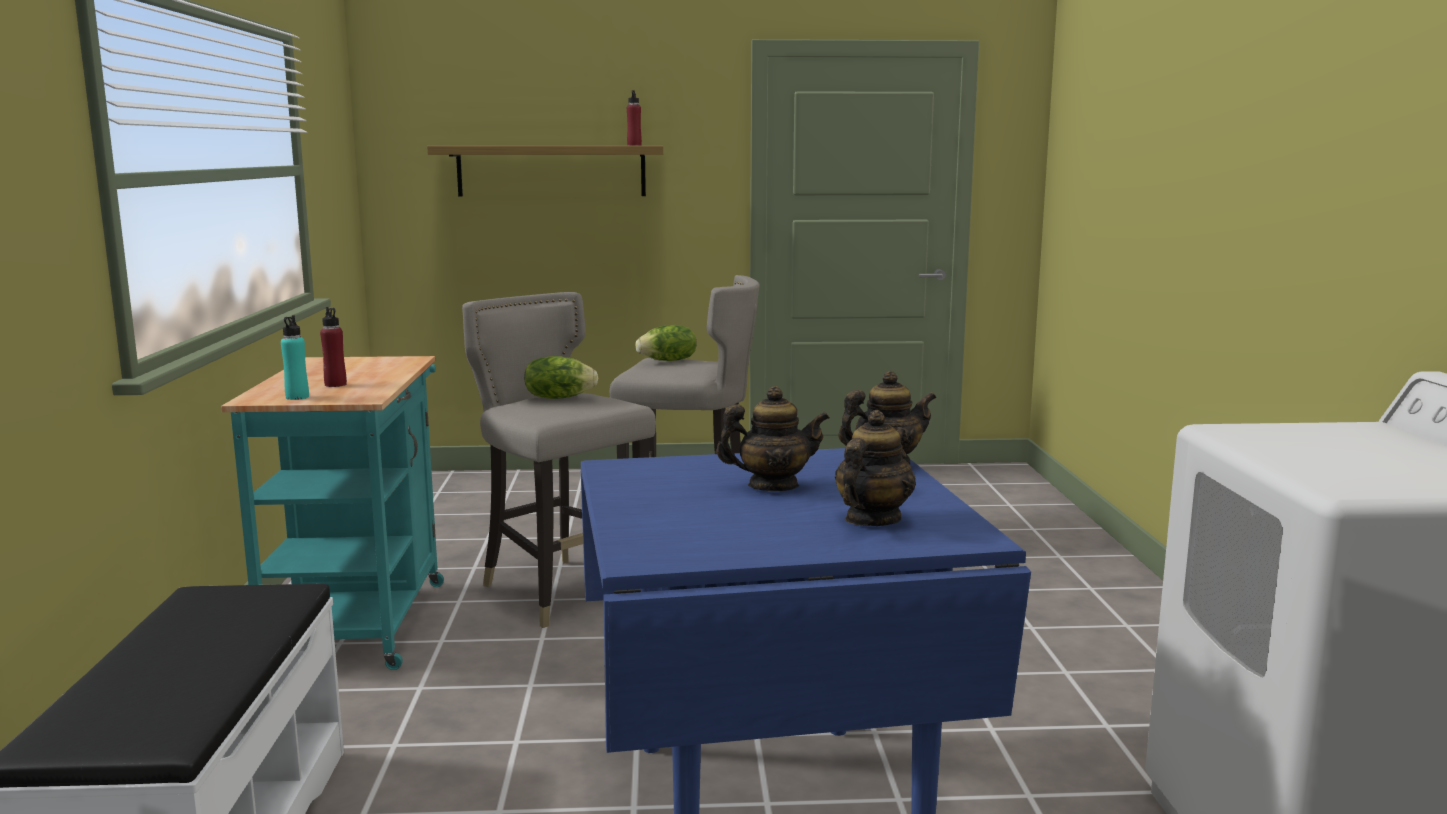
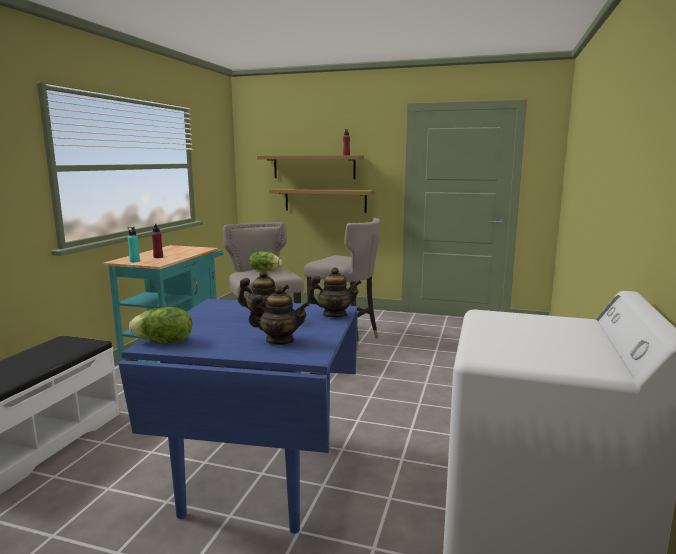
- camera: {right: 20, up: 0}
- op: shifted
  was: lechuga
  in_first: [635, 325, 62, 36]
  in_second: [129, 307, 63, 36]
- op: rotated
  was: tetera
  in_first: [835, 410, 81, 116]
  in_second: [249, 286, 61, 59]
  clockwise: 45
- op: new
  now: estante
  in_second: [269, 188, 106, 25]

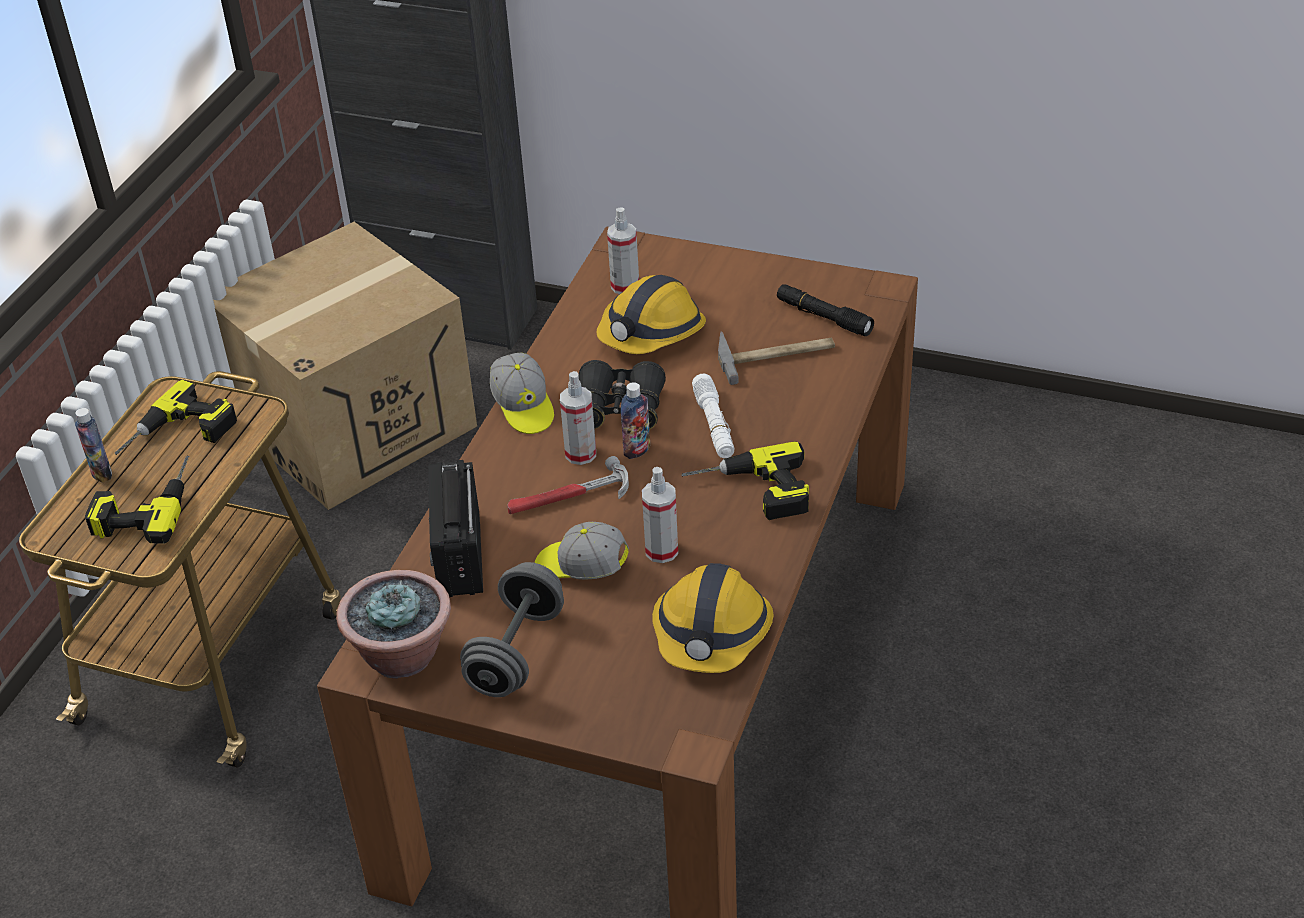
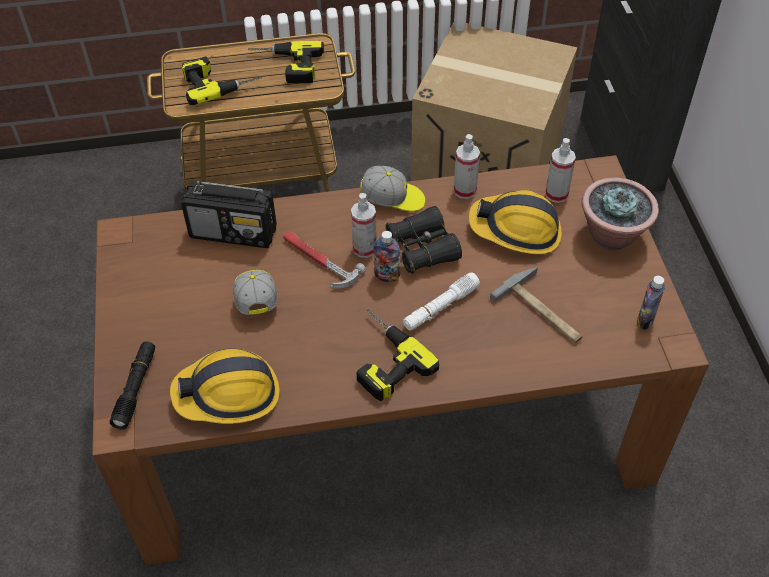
- camera: {right: 60, up: 10}
- op: shifted
  was: botella
  in_first: [75, 408, 37, 75]
  in_second: [637, 276, 28, 54]
- op: shifted
  was: planta en maceta
  in_first: [336, 570, 115, 109]
  in_second: [582, 177, 77, 73]
- op: rotated
  was: radio
  in_first: [428, 460, 55, 137]
  in_second: [181, 180, 96, 68]
  clockwise: -135
- op: gone
  was: mancuerna [gris]
  in_first: [460, 562, 104, 135]
- op: rotated
  was: gorra
  in_first: [490, 353, 64, 81]
  in_second: [360, 166, 65, 46]
  clockwise: -120
- op: shifted
  was: pulverizador
  in_first: [642, 467, 36, 96]
  in_second: [454, 134, 26, 65]
- op: shifted
  was: linterna [negro]
  in_first: [777, 284, 97, 52]
  in_second: [110, 341, 45, 89]

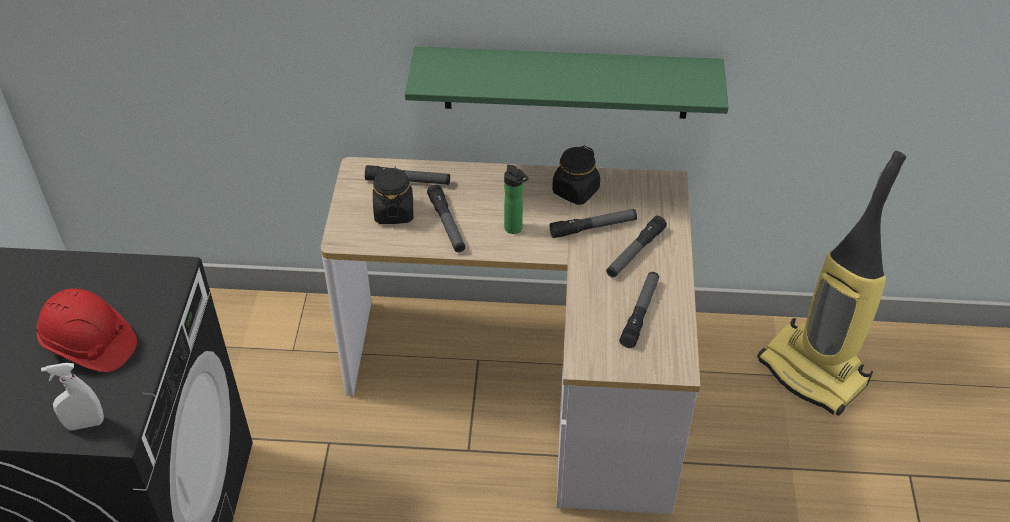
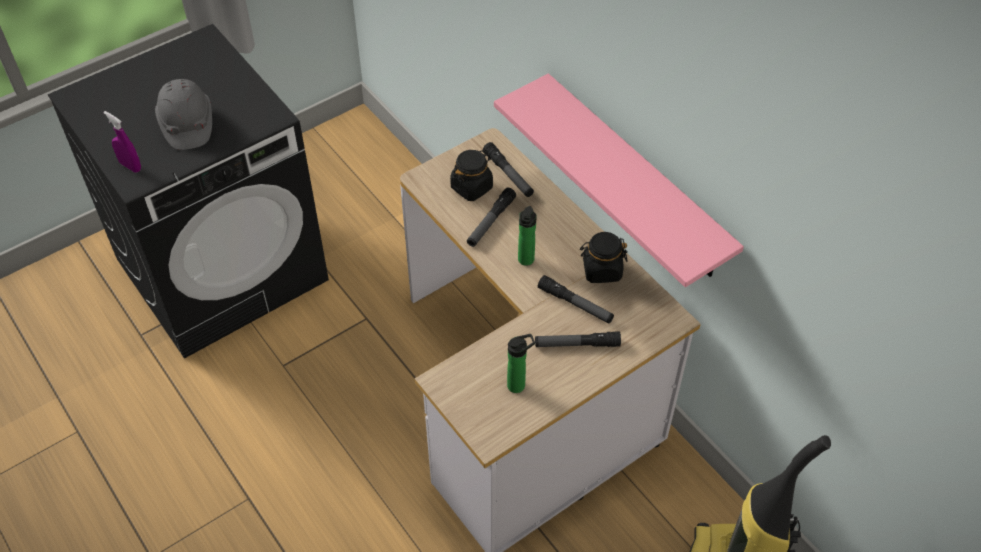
- camera: {right: 50, up: 5}
- op: repainted
  was: casco [rojo]
  now: casco [gris]
  in_first: [36, 288, 101, 84]
  in_second: [155, 79, 57, 71]
- op: repainted
  was: pulverizador [blanco]
  now: pulverizador [morado]
  in_first: [41, 363, 63, 67]
  in_second: [104, 111, 37, 62]
- op: repainted
  was: estante [verde]
  now: estante [rosa]
  in_first: [405, 47, 324, 72]
  in_second: [494, 74, 250, 213]
- op: swapped
  was: linterna
  now: botella
  in_first: [619, 272, 40, 76]
  in_second: [507, 334, 28, 59]

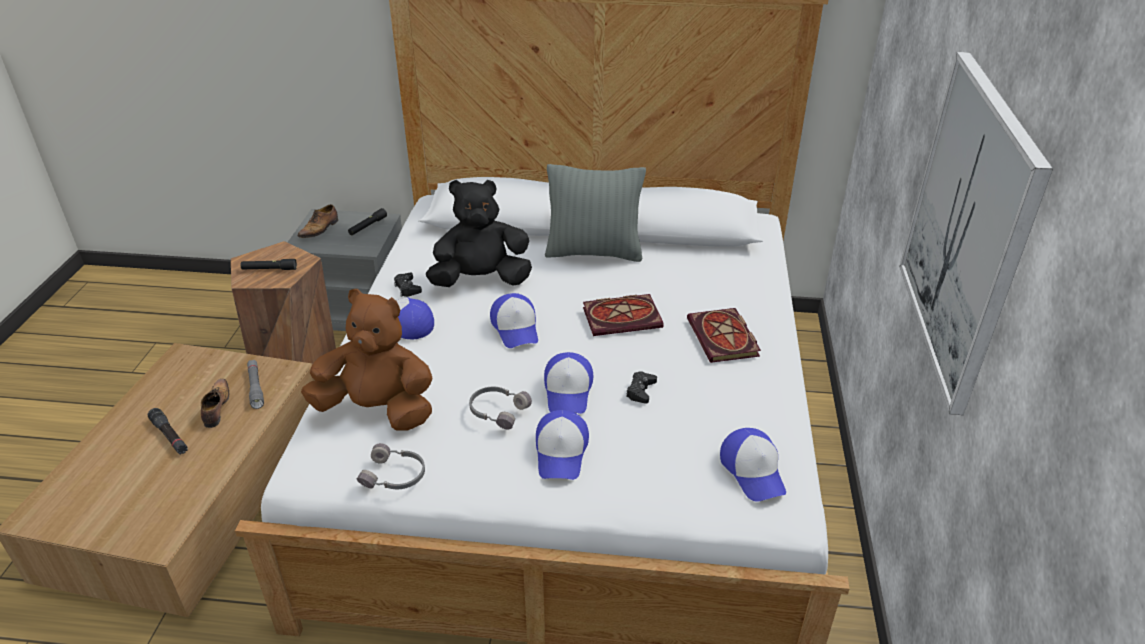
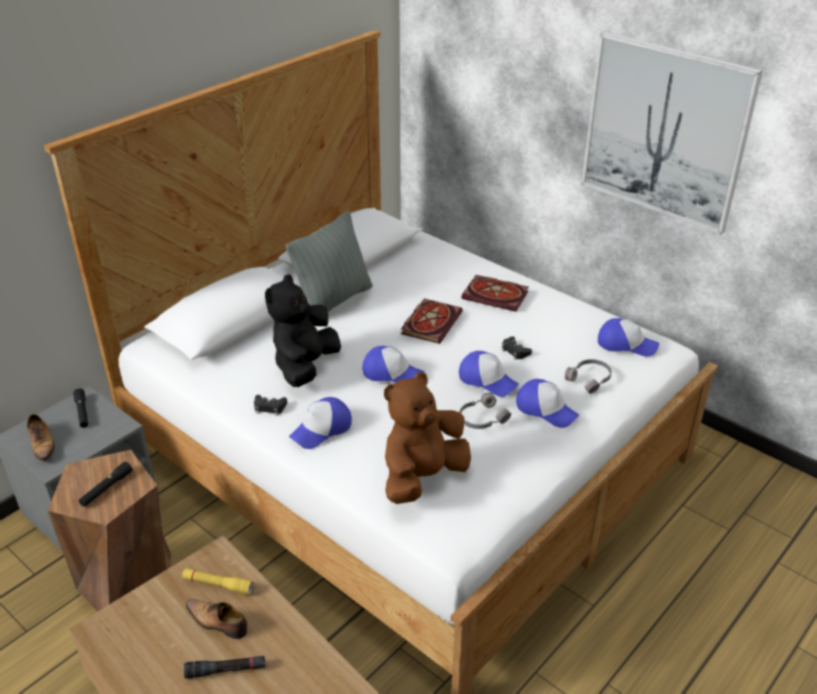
- camera: {right: -55, up: 0}
- op: repainted
  was: linterna [gris]
  now: linterna [amarillo]
  in_first: [247, 360, 17, 49]
  in_second: [182, 568, 71, 27]
- op: shifted
  was: auriculares [gris]
  in_first: [357, 443, 68, 46]
  in_second: [565, 359, 47, 35]

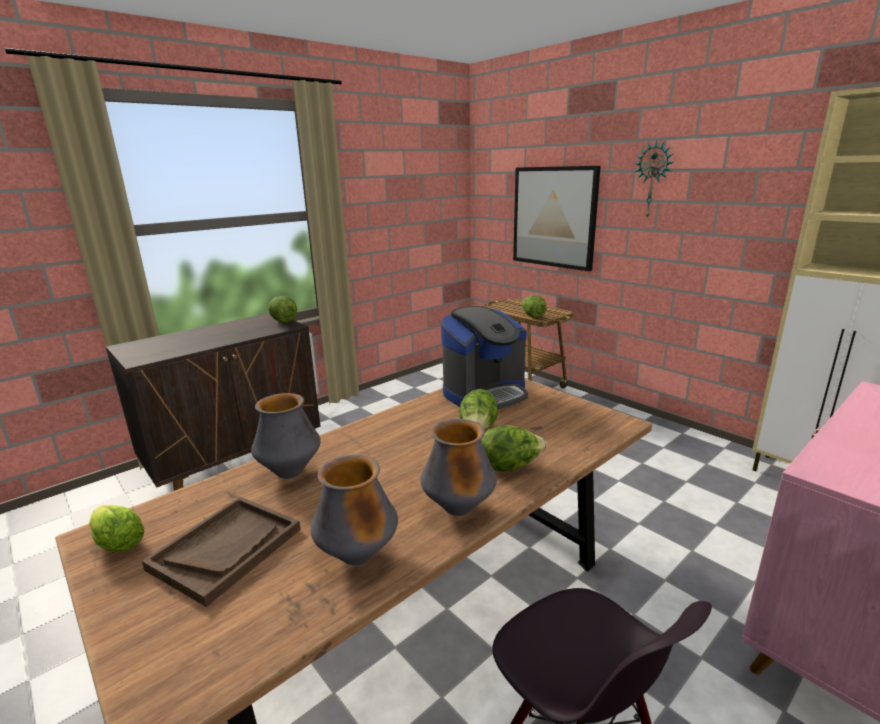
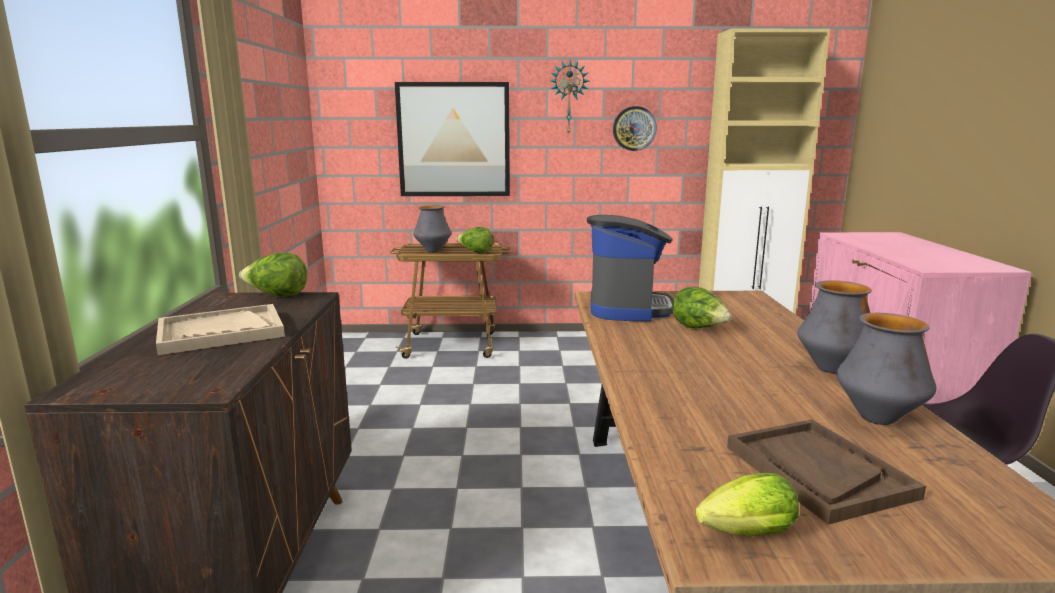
- camera: {right: -50, up: -5}
- op: shifted
  was: florero
  in_first: [251, 393, 70, 86]
  in_second: [413, 205, 38, 48]
- op: gone
  was: lechuga
  in_first: [482, 425, 65, 47]
- op: new
  now: bandeja [beis]
  in_second: [156, 304, 129, 51]
- op: new
  now: reloj de pared
  in_second: [613, 106, 44, 45]

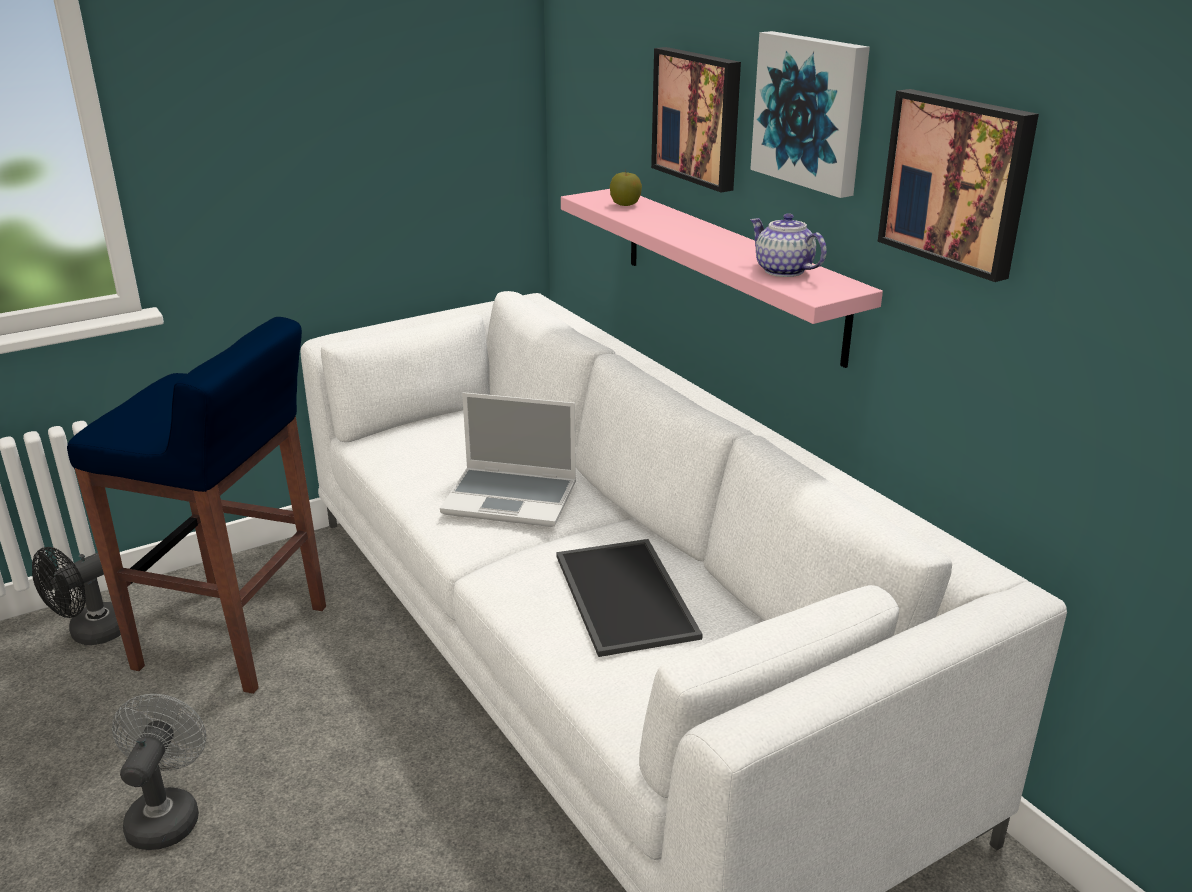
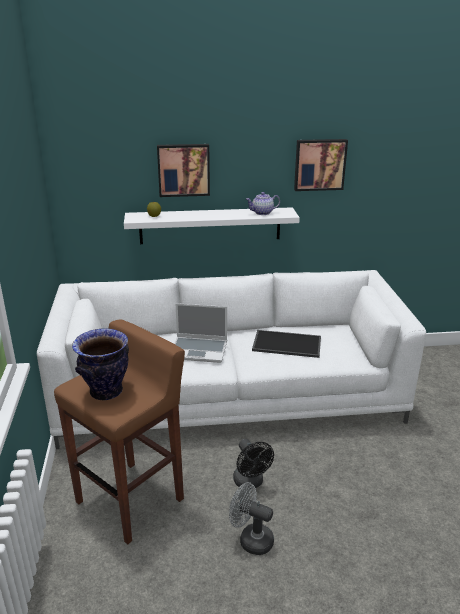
- camera: {right: -65, up: 0}
- op: shifted
  was: ventilador [negro]
  in_first: [32, 547, 89, 98]
  in_second: [233, 439, 41, 50]
- op: repainted
  was: taburete [azul]
  now: taburete [marrón]
  in_first: [67, 317, 259, 377]
  in_second: [54, 320, 131, 224]
- op: rotated
  was: portátil
  in_first: [440, 392, 136, 135]
  in_second: [174, 303, 53, 60]
  clockwise: 60
- op: repainted
  was: estante [rosa]
  now: estante [blanco]
  in_first: [561, 189, 322, 179]
  in_second: [124, 207, 176, 37]
- op: gone
  was: cuadro
  in_first: [750, 31, 120, 167]
- op: new
  now: florero
  in_second: [72, 328, 57, 72]

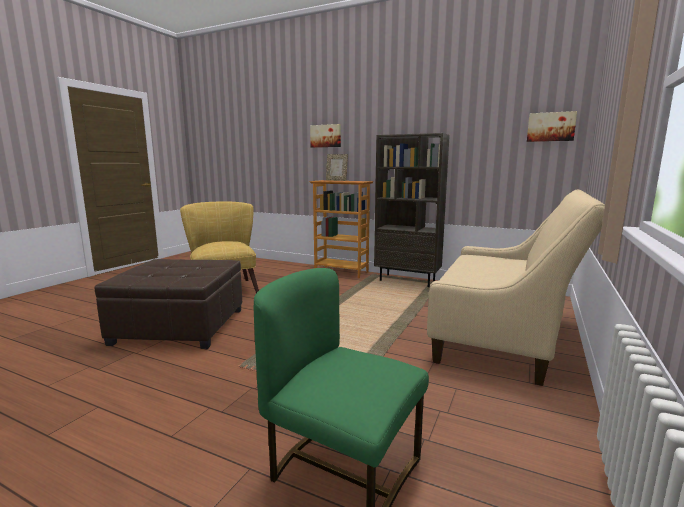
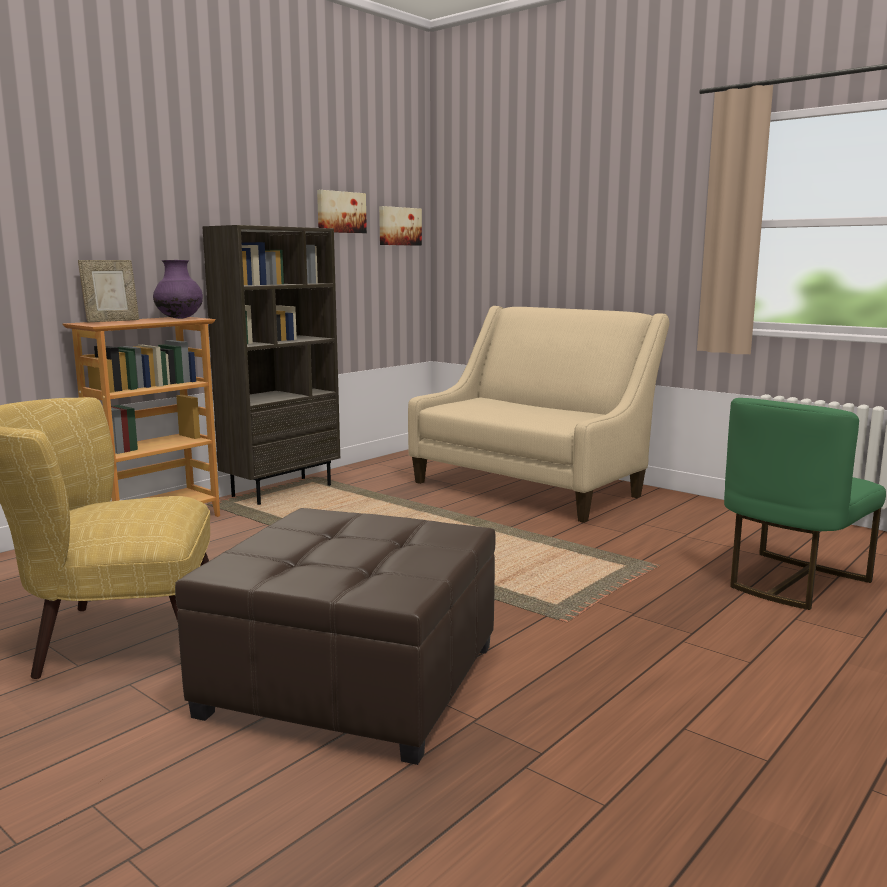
- camera: {right: -75, up: 0}
- op: shifted
  was: cuadro
  in_first: [310, 124, 31, 24]
  in_second: [317, 190, 50, 43]
- op: new
  now: florero [morado]
  in_second: [153, 260, 50, 59]

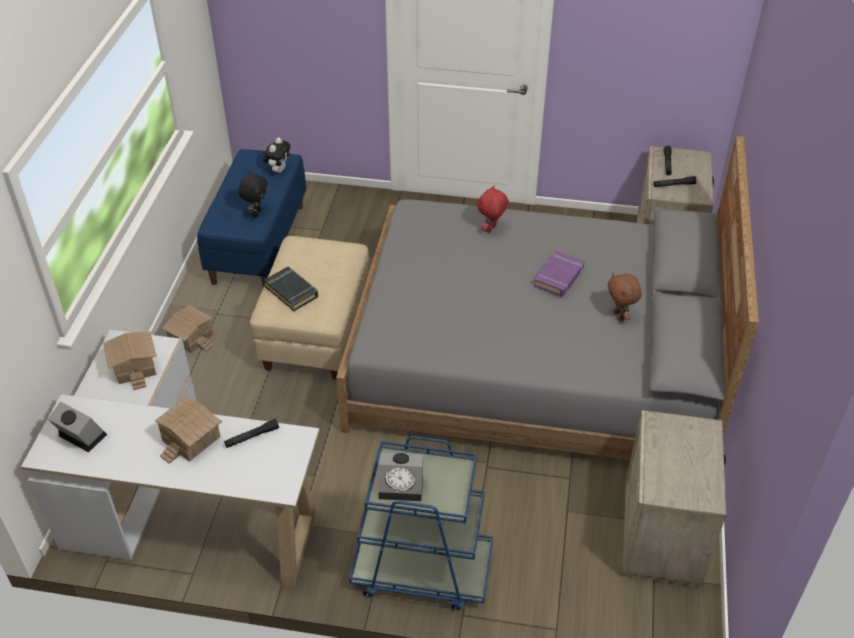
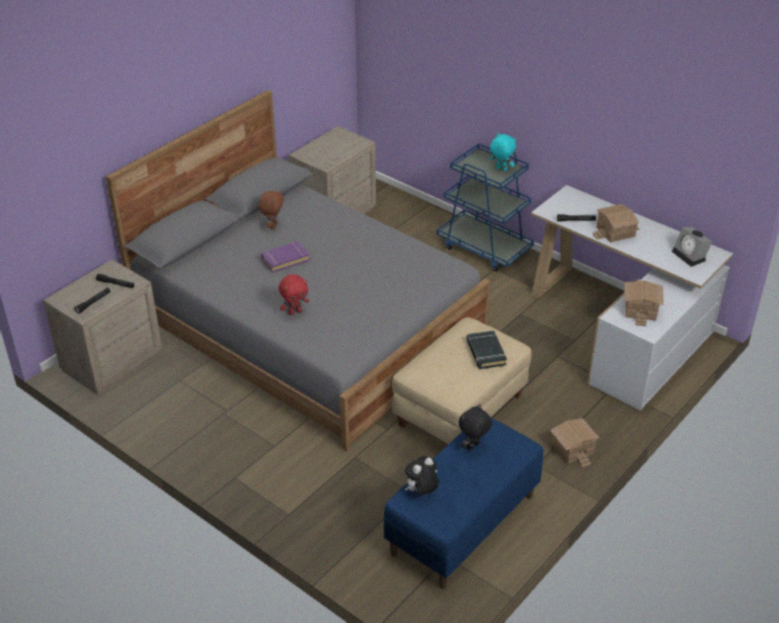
- camera: {right: -150, up: -5}
- op: swapped
  was: despertador
  now: peluche [turquesa]
  in_first: [378, 452, 45, 49]
  in_second: [490, 133, 26, 38]

